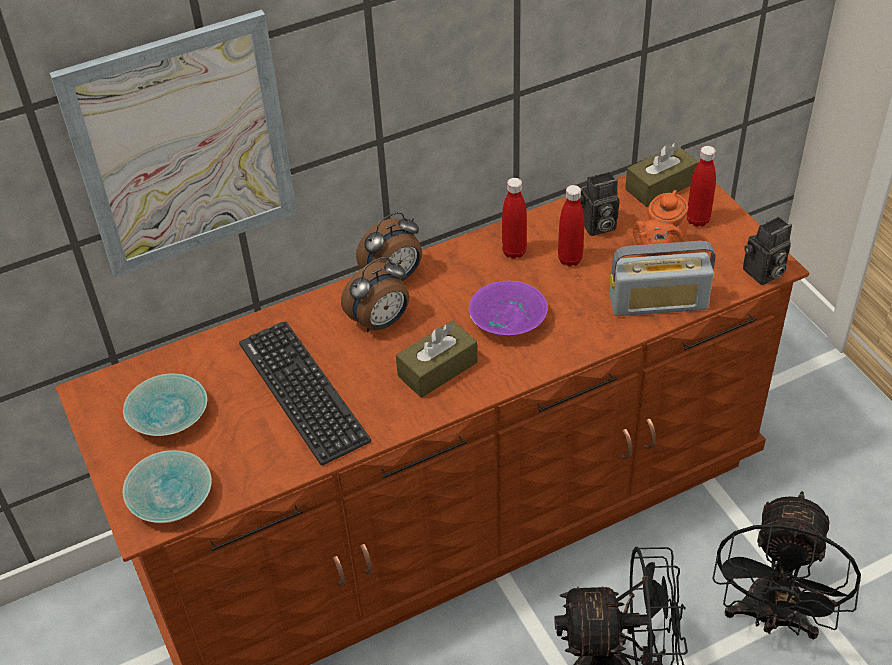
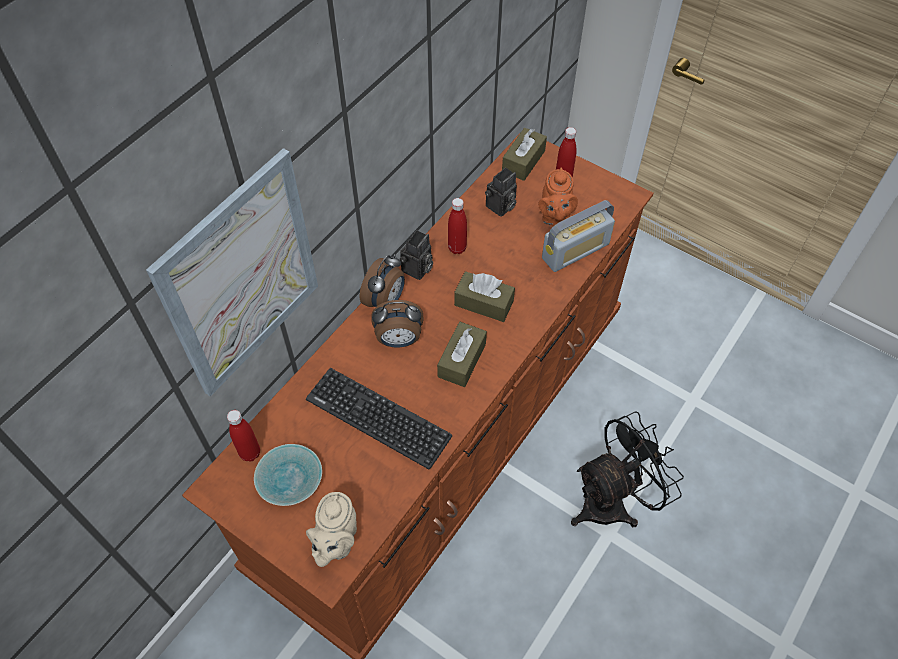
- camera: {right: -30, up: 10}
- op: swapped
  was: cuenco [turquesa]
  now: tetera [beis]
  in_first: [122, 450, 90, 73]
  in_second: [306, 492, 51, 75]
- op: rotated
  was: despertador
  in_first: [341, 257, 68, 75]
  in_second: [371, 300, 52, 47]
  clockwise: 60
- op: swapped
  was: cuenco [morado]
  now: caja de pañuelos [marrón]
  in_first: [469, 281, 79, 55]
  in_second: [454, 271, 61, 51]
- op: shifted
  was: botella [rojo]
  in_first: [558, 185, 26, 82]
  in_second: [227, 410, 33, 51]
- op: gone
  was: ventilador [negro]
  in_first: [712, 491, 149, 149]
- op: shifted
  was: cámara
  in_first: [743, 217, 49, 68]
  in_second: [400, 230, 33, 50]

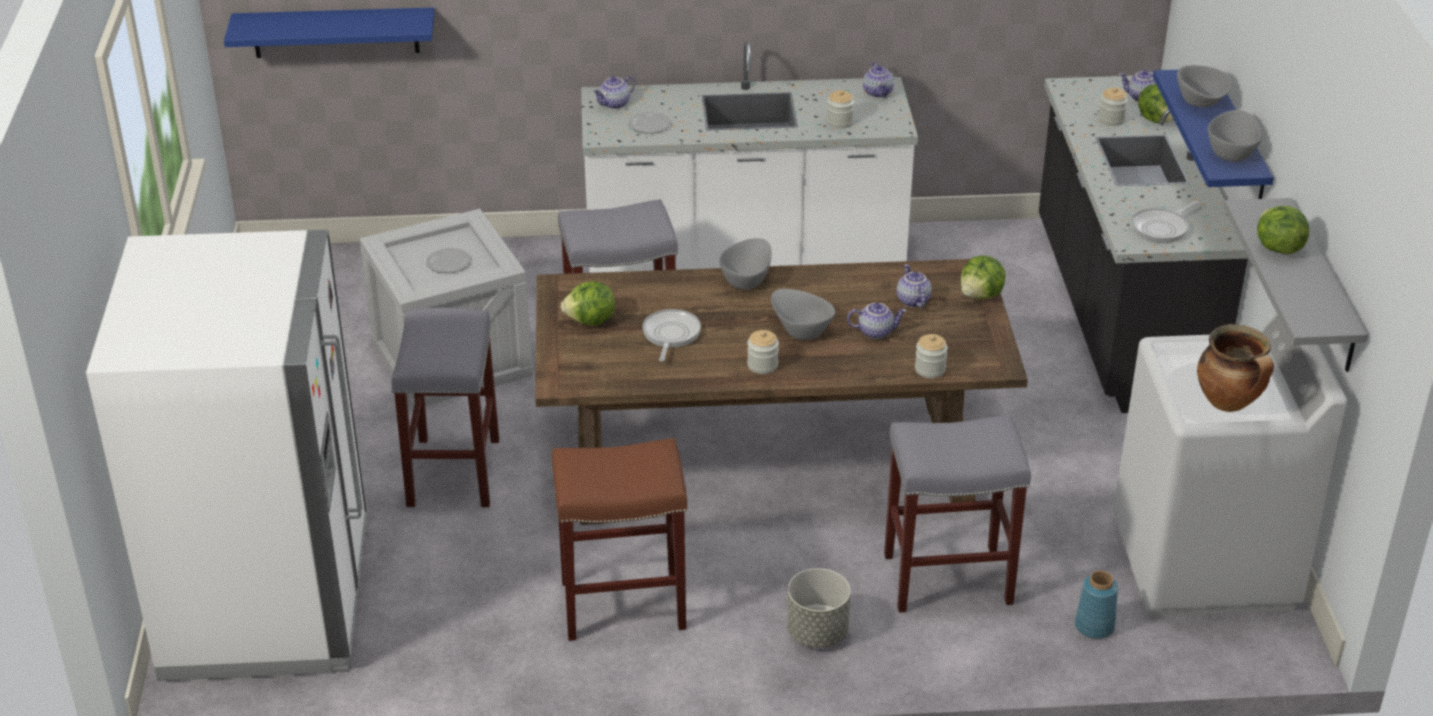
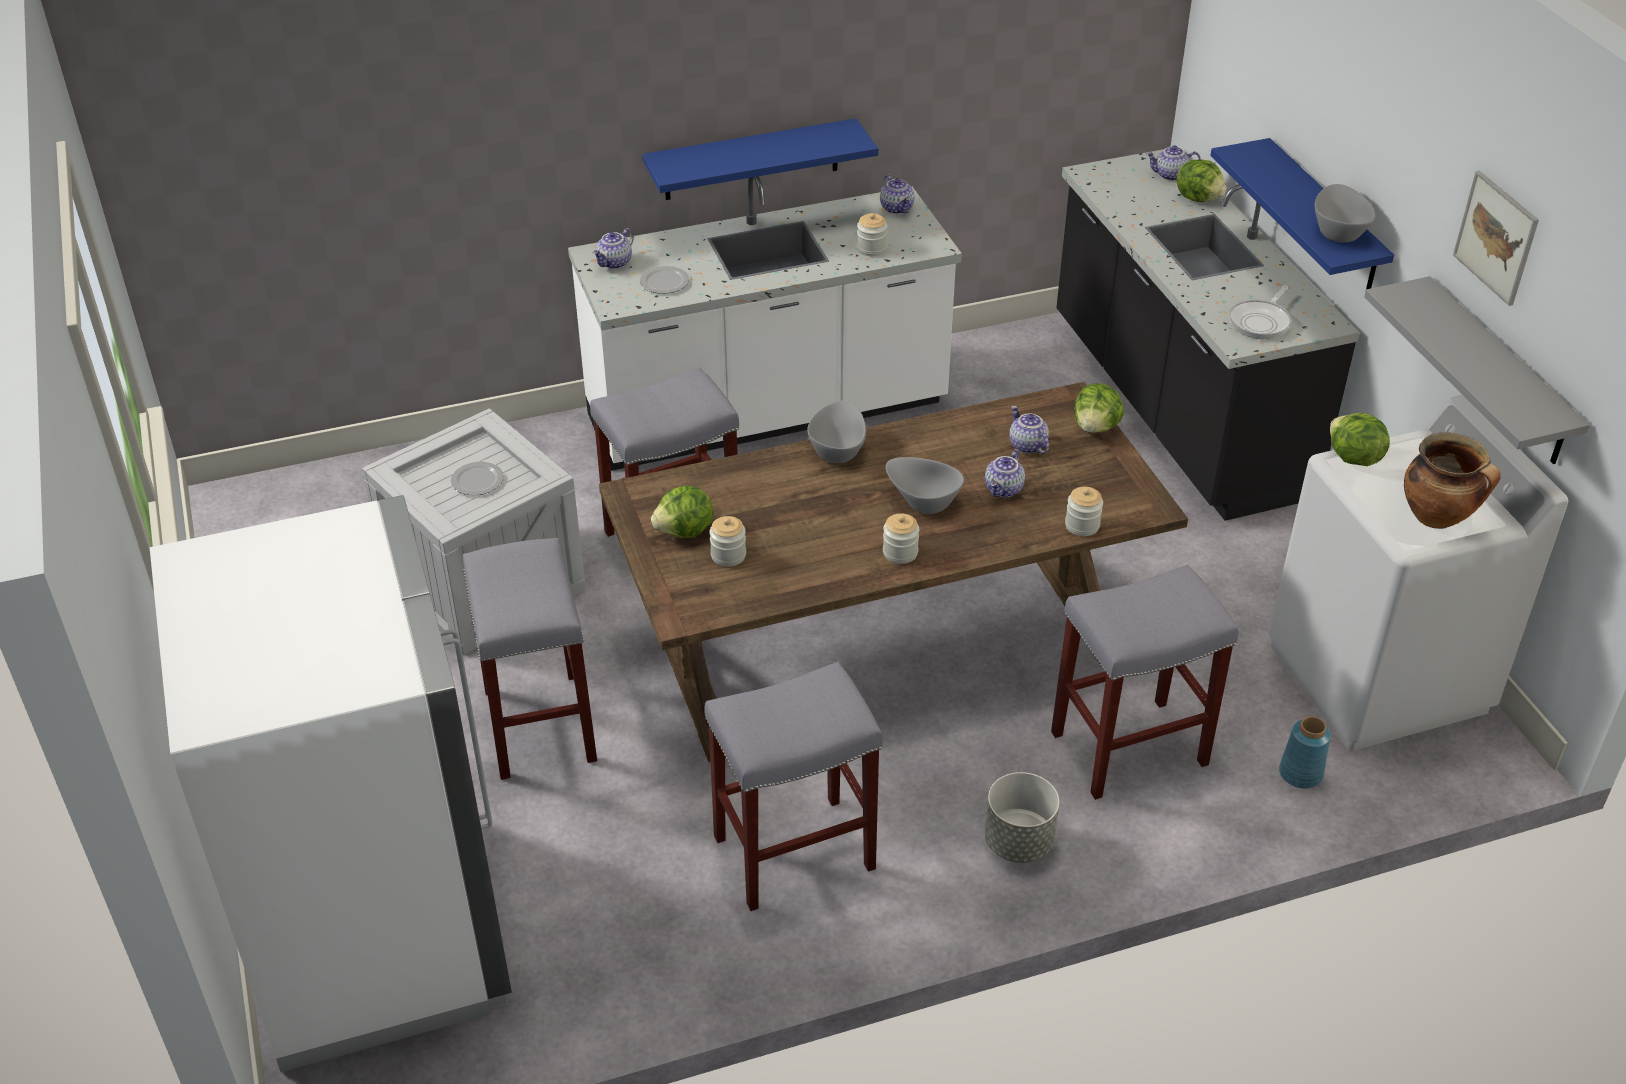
- camera: {right: -15, up: 5}
- op: shifted
  was: estante [azul]
  in_first: [224, 7, 211, 51]
  in_second: [642, 118, 237, 82]
- op: repainted
  was: taburete [marrón]
  now: taburete [gris]
  in_first: [552, 438, 135, 203]
  in_second: [704, 662, 179, 249]
- op: gone
  was: sartén
  in_first: [642, 309, 59, 53]
- op: rotated
  was: tetera
  in_first: [847, 303, 60, 36]
  in_second: [985, 449, 40, 48]
  clockwise: 135
- op: shifted
  was: tarro
  in_first: [1098, 87, 30, 39]
  in_second: [710, 516, 36, 51]
- op: gone
  was: cuenco [gris]
  in_first: [1177, 65, 54, 43]
- op: shifted
  was: lechuga
  in_first: [1257, 206, 52, 48]
  in_second: [1330, 413, 60, 53]
- op: new
  now: cuadro
  in_second: [1453, 171, 86, 135]

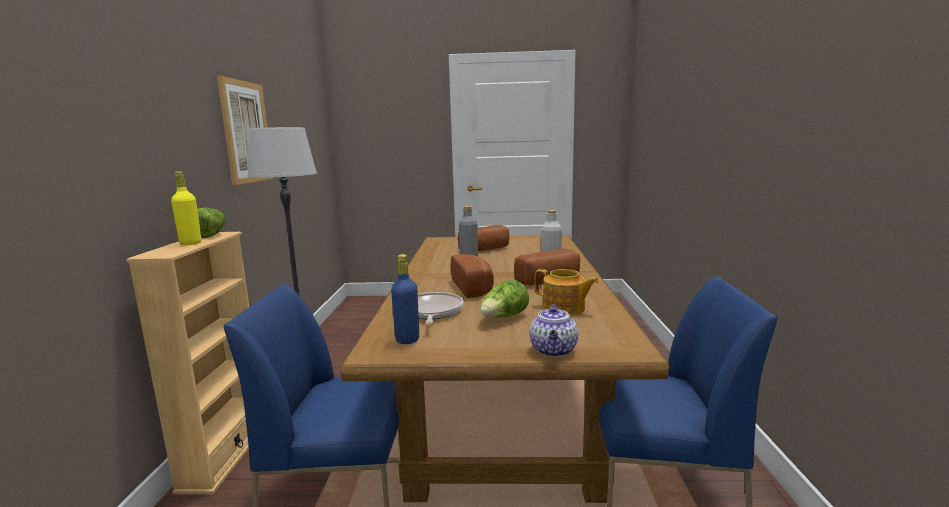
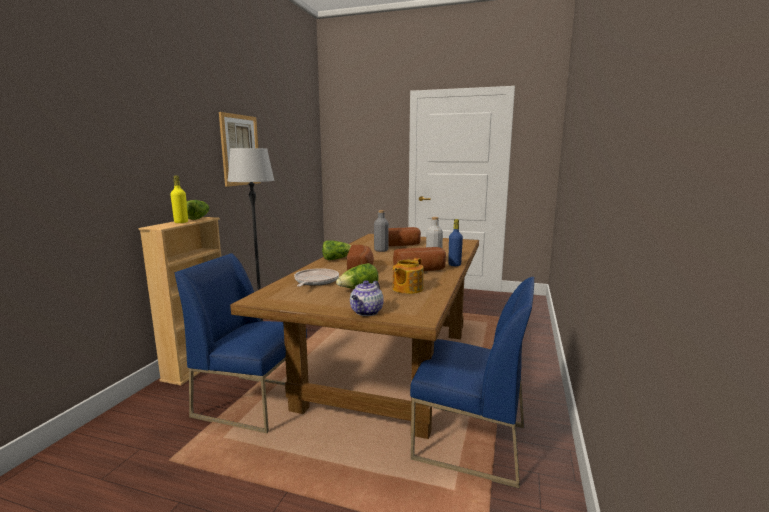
- camera: {right: 15, up: 0}
- op: shifted
  was: botella [azul]
  in_first: [391, 254, 28, 90]
  in_second: [448, 219, 15, 47]
- op: rotated
  was: tetera
  in_first: [534, 269, 65, 47]
  in_second: [393, 258, 31, 36]
  clockwise: 75
- op: new
  now: lechuga
  in_second: [322, 241, 29, 19]

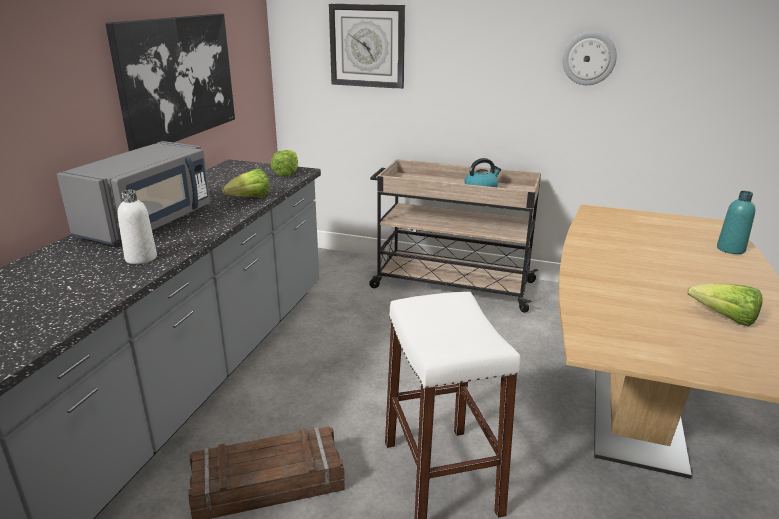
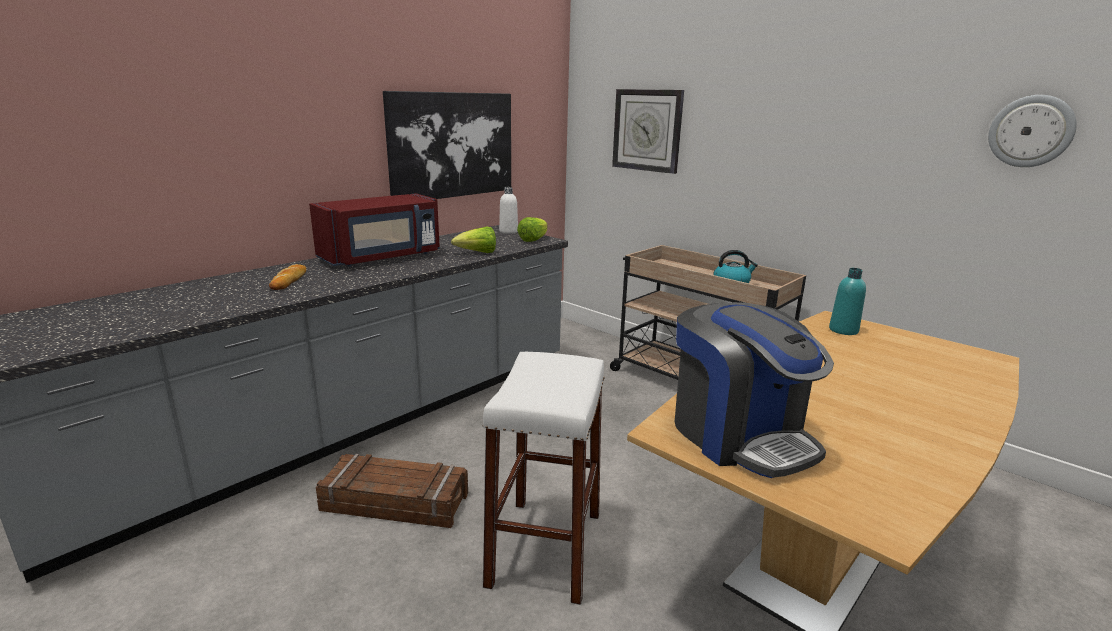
- camera: {right: 25, up: -5}
- op: repainted
  was: microondas [gris]
  now: microondas [rojo]
  in_first: [57, 141, 153, 104]
  in_second: [309, 193, 131, 74]
- op: shifted
  was: botella [blanco]
  in_first: [117, 190, 40, 74]
  in_second: [499, 187, 19, 47]
- op: shifted
  was: reloj de pared
  in_first: [563, 32, 54, 53]
  in_second: [988, 95, 89, 72]
- op: gone
  was: lechuga
  in_first: [687, 283, 76, 43]
- op: shifted
  was: botella [turquesa]
  in_first: [717, 191, 38, 63]
  in_second: [829, 268, 37, 67]
- op: new
  now: pan
  in_second: [269, 264, 37, 26]
- op: new
  now: cafetera
  in_second: [675, 302, 159, 176]

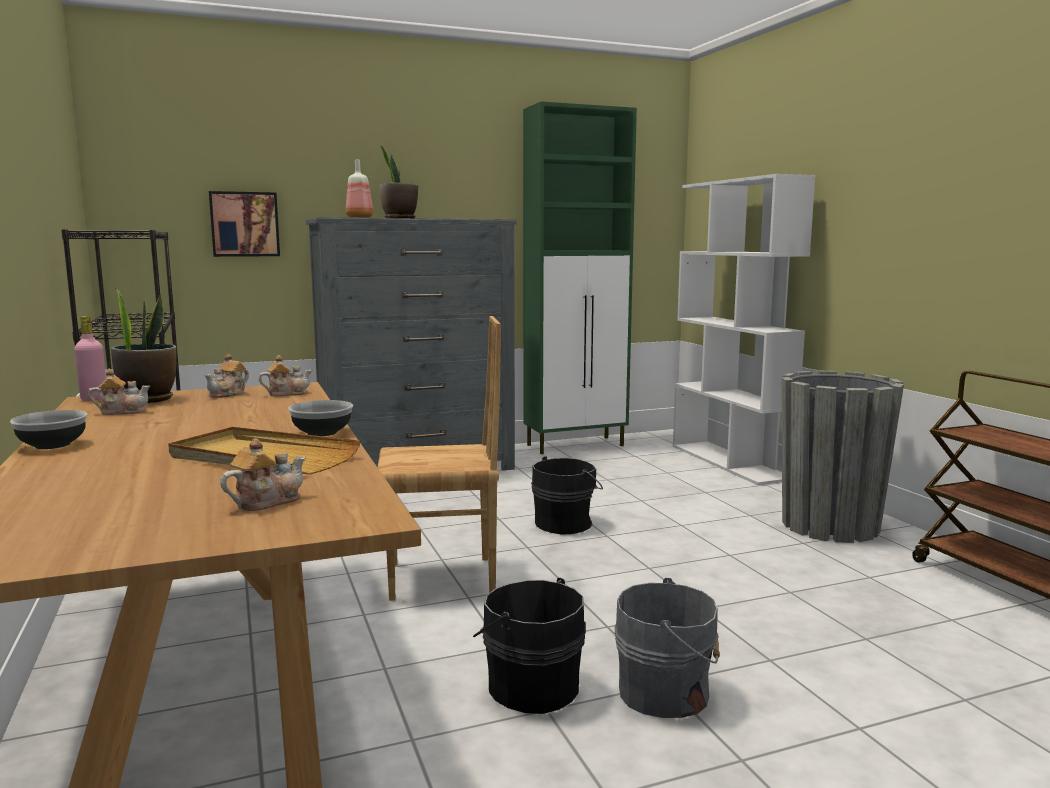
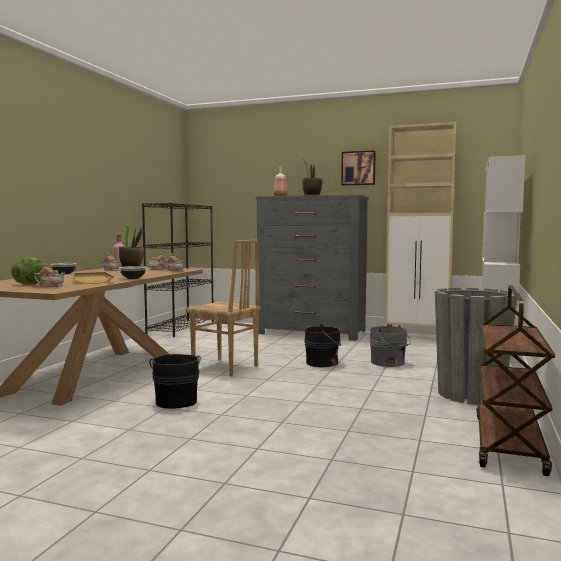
- camera: {right: 40, up: -5}
- op: shifted
  was: cuadro
  in_first: [209, 191, 71, 66]
  in_second: [341, 150, 35, 36]
- op: repainted
  was: armario [verde]
  now: armario [beis]
  in_first: [523, 102, 114, 352]
  in_second: [385, 122, 72, 205]
- op: shifted
  was: cubo [gris]
  in_first: [614, 578, 106, 140]
  in_second: [369, 325, 42, 42]
- op: new
  now: lechuga
  in_second: [11, 257, 33, 28]

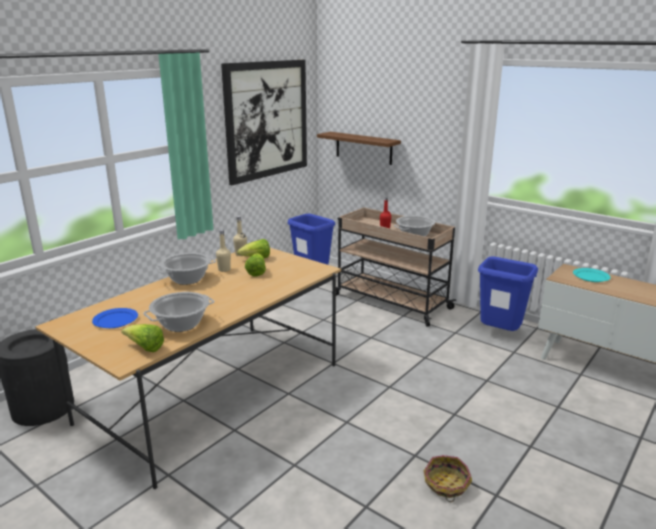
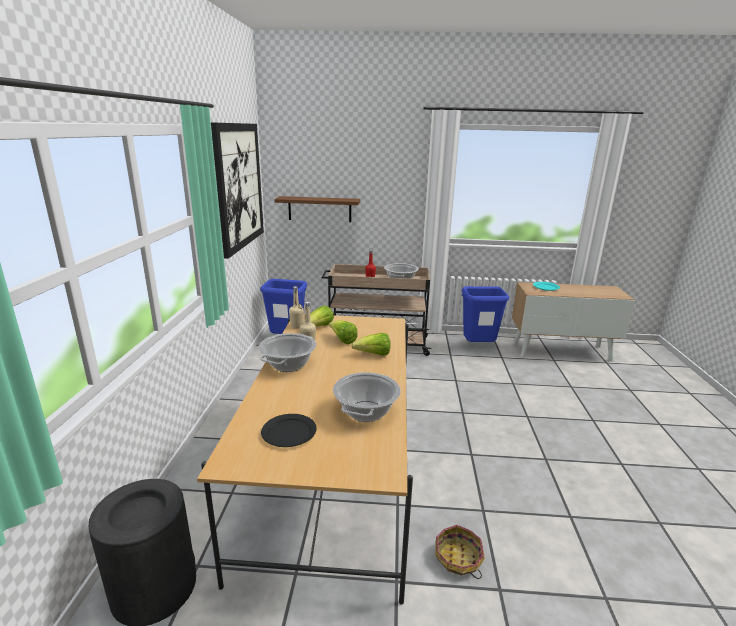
- camera: {right: -35, up: 0}
- op: repainted
  was: plato [azul]
  now: plato [negro]
  in_first: [92, 308, 46, 20]
  in_second: [261, 414, 56, 33]
- op: shifted
  was: lechuga
  in_first: [121, 324, 43, 28]
  in_second: [351, 333, 39, 23]
- op: shifted
  was: cesta
  in_first: [424, 455, 48, 47]
  in_second: [435, 525, 50, 54]

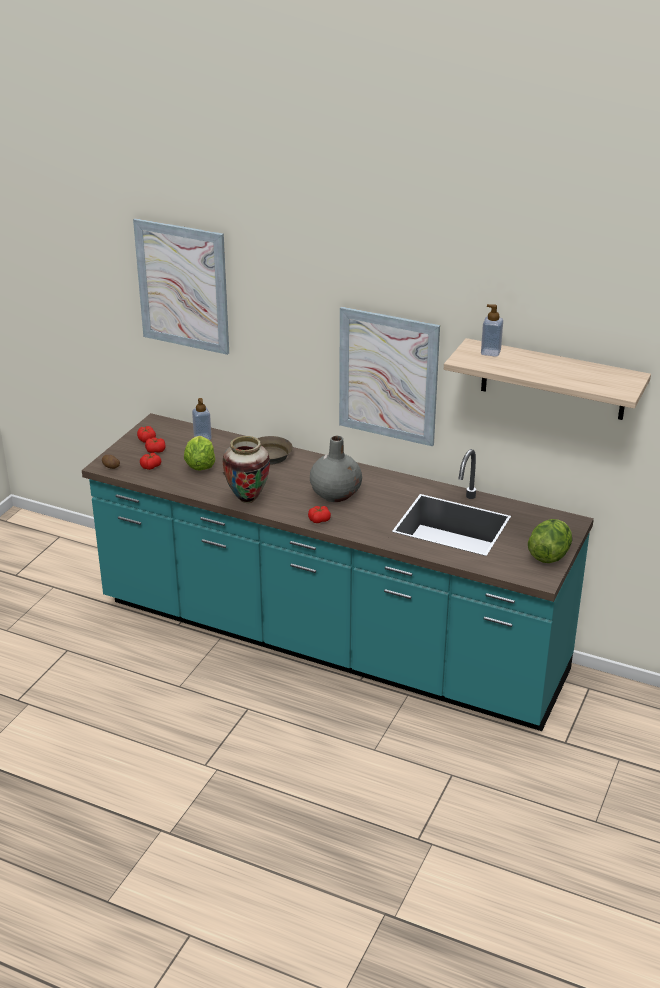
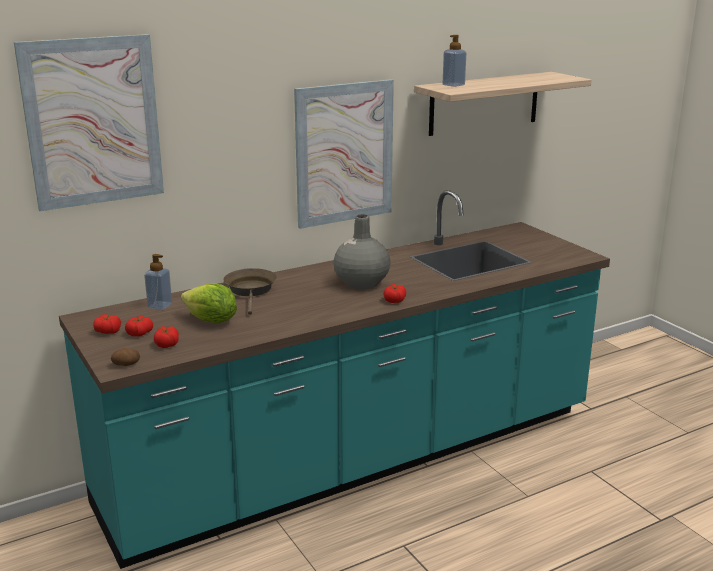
- camera: {right: -55, up: -10}
- op: gone
  was: florero
  in_first: [222, 436, 48, 67]
- op: gone
  was: lechuga
  in_first: [528, 519, 44, 44]

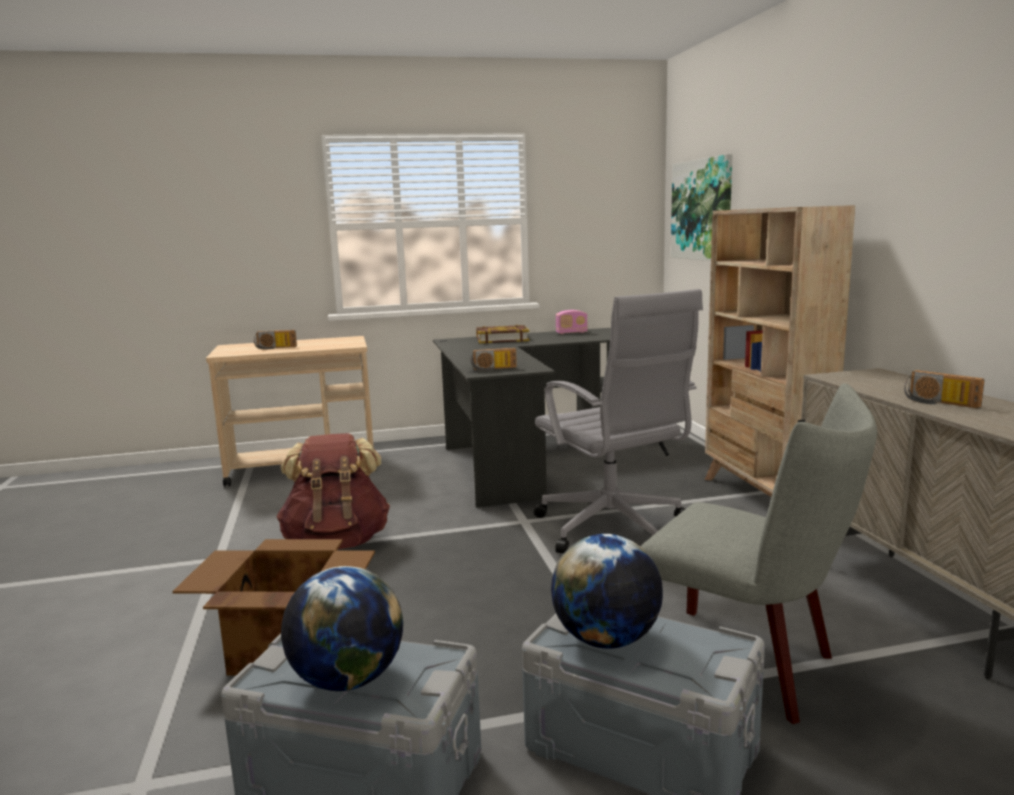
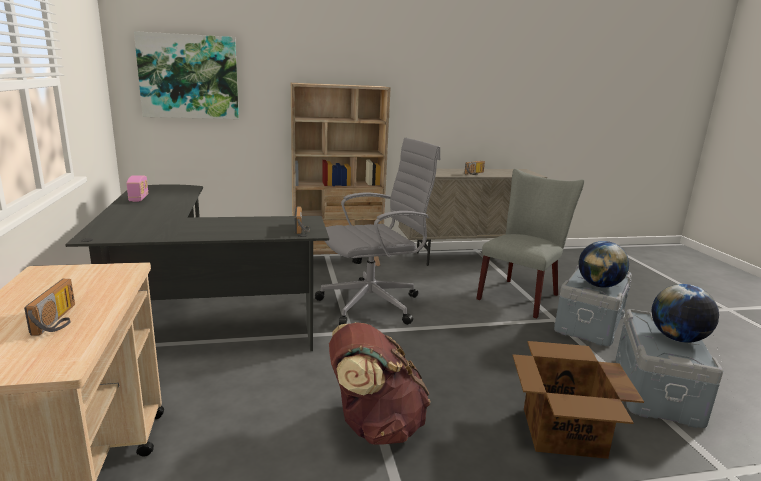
- camera: {right: -90, up: 5}
- op: gone
  was: libro
  in_first: [476, 325, 54, 18]

